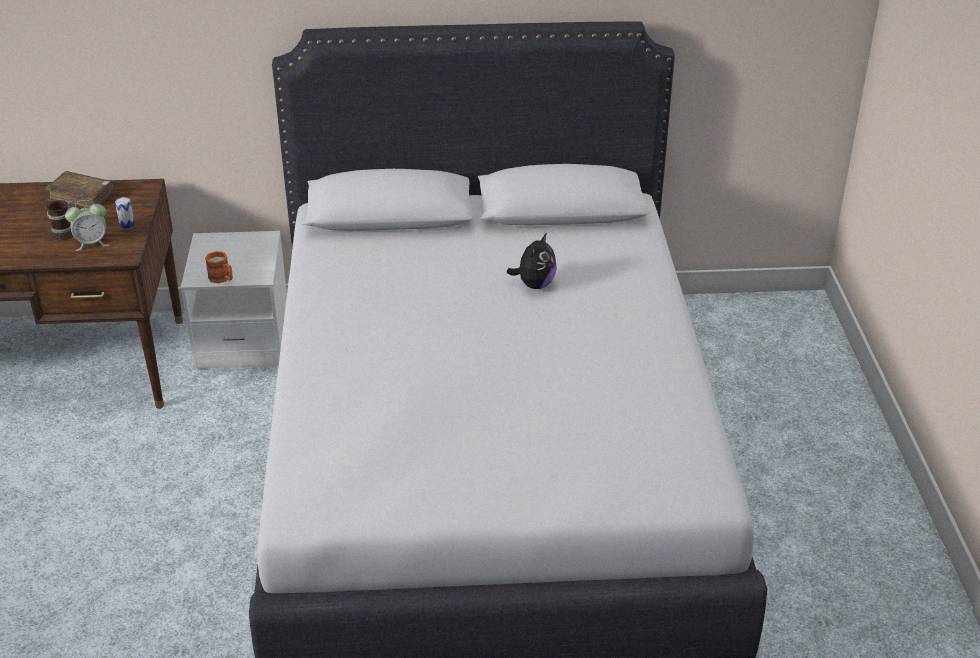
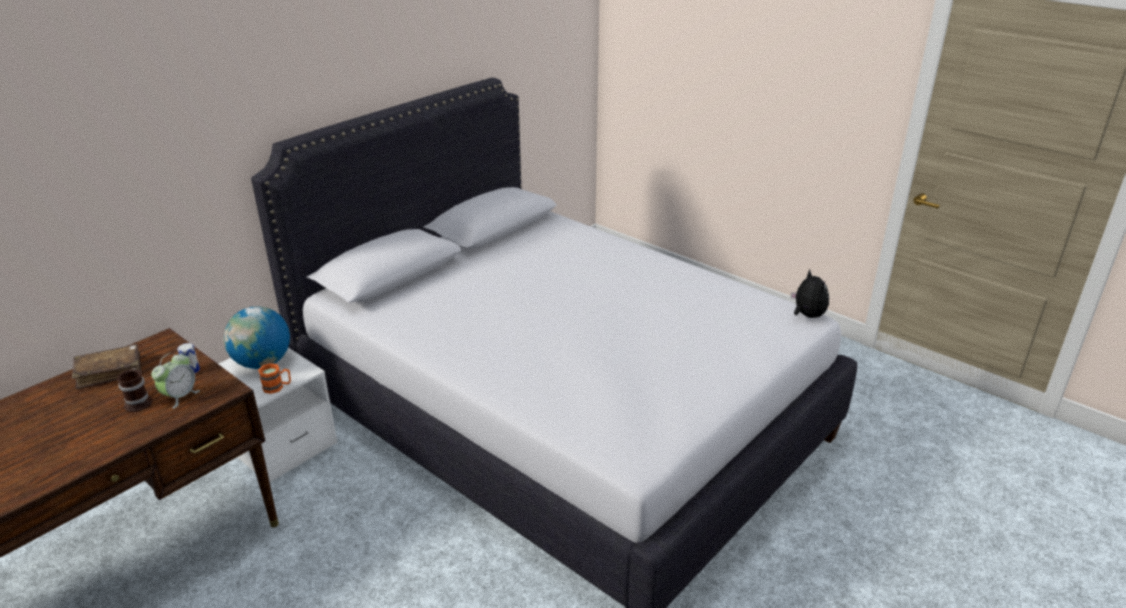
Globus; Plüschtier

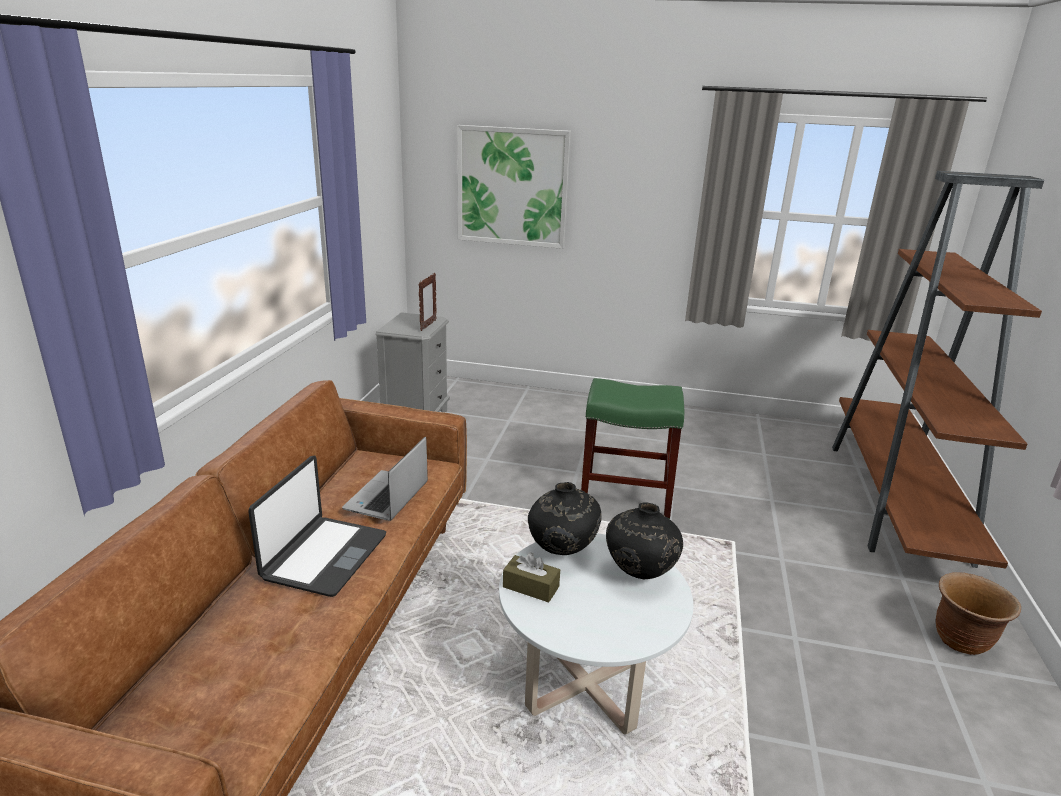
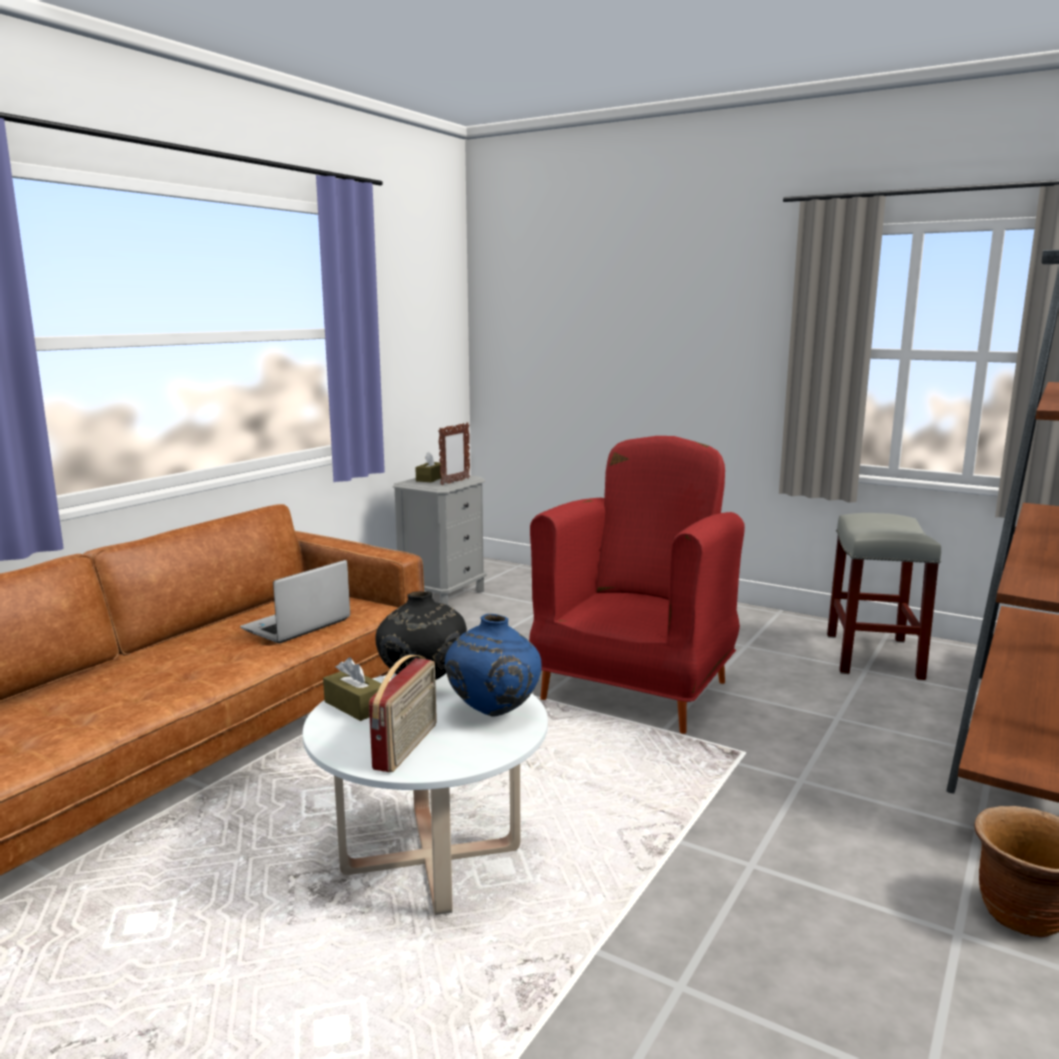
Radio; Taschentuchbox (braun) (no. 2 from left); Vase (blau); Sessel (rot); Hocker (grau); Laptop (no. 1 from left in the first image); Bild

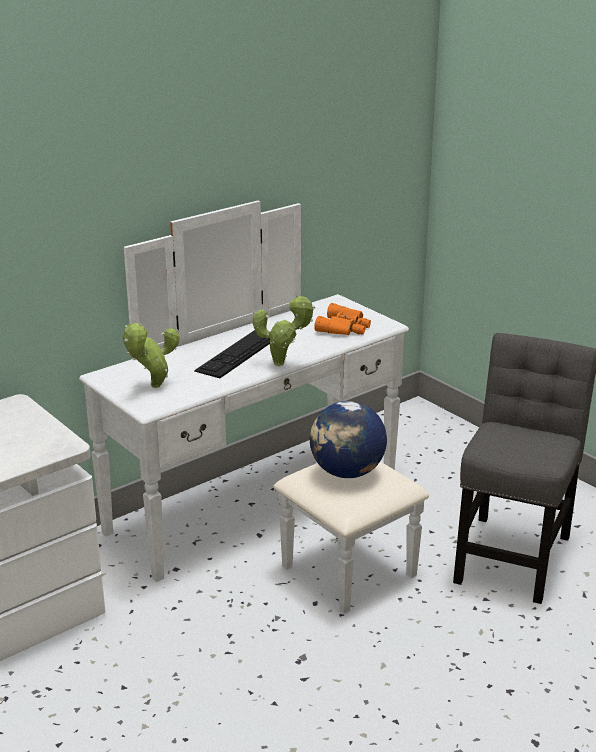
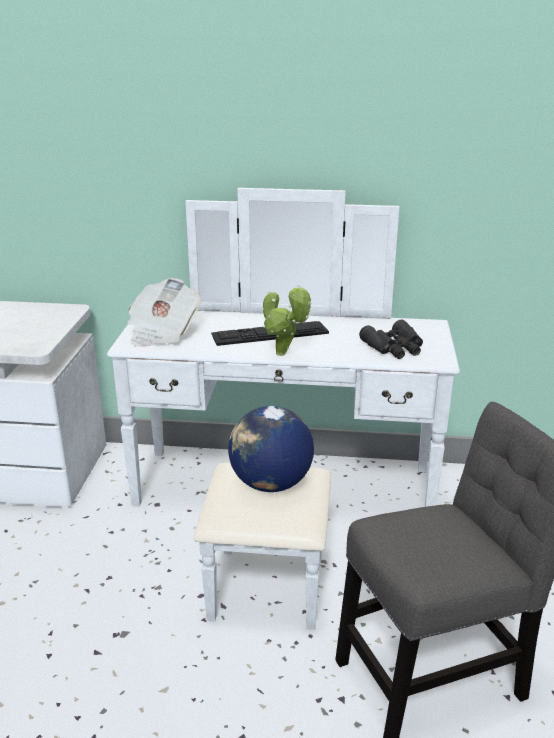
Zeitung; Fernglas (schwarz)

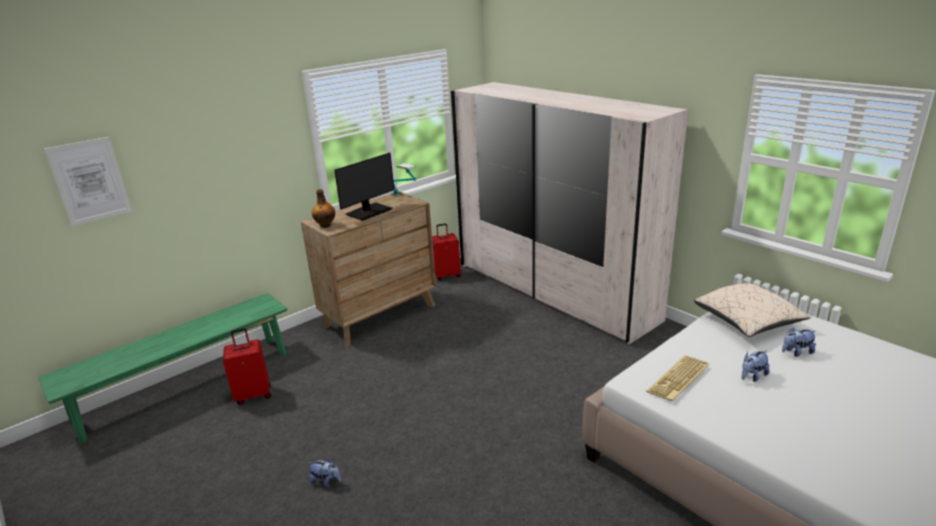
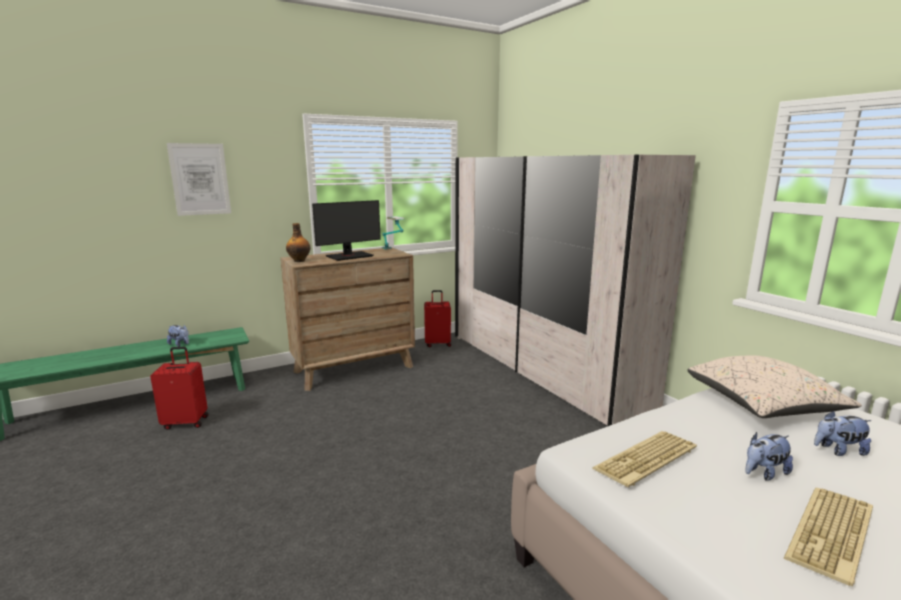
Bild; Plüschtier (no. 1 from left); Tastatur (no. 2 from left)

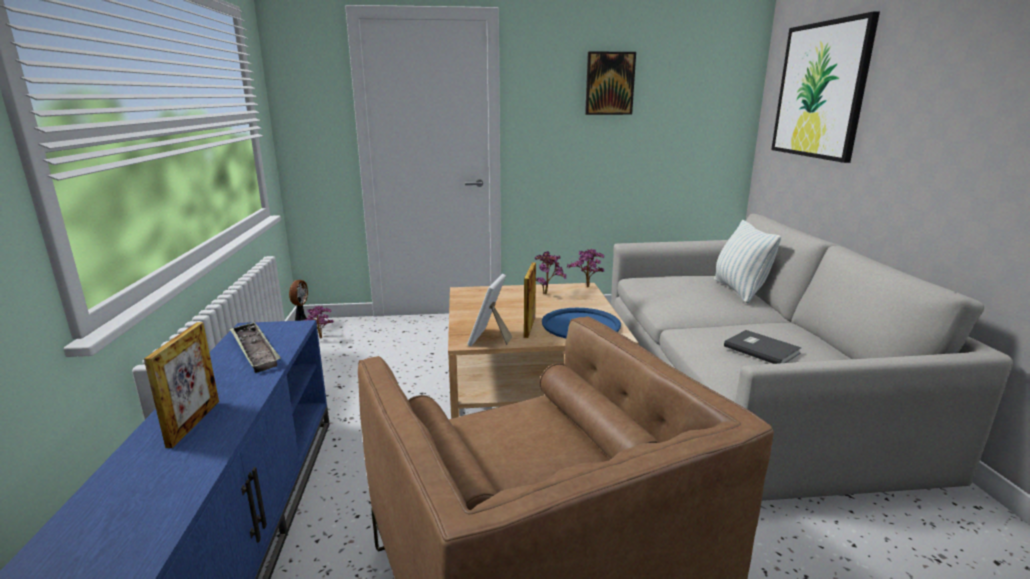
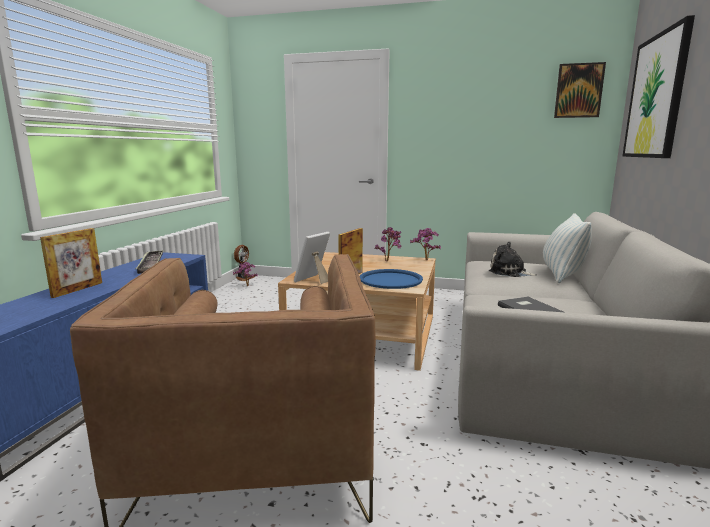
Plüschtier; Bild (no. 1 from left)

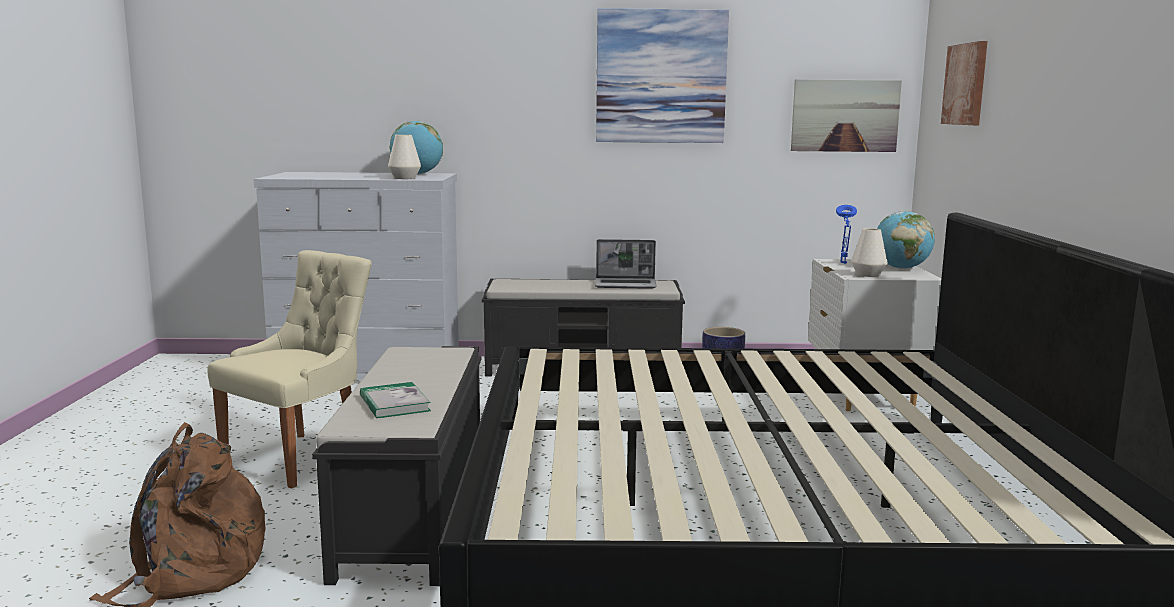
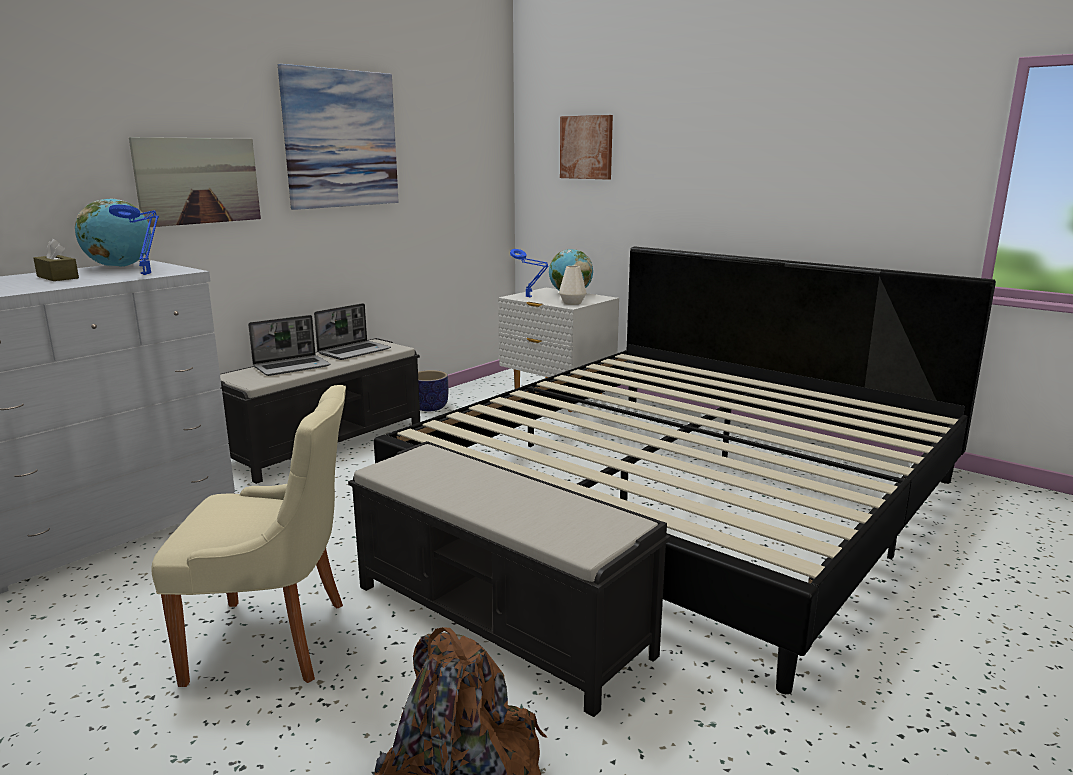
Taschentuchbox (braun); Tischlampe (blau) (no. 1 from left); Bild (no. 1 from left); Stuhl (beige); Laptop (no. 1 from left); Buch

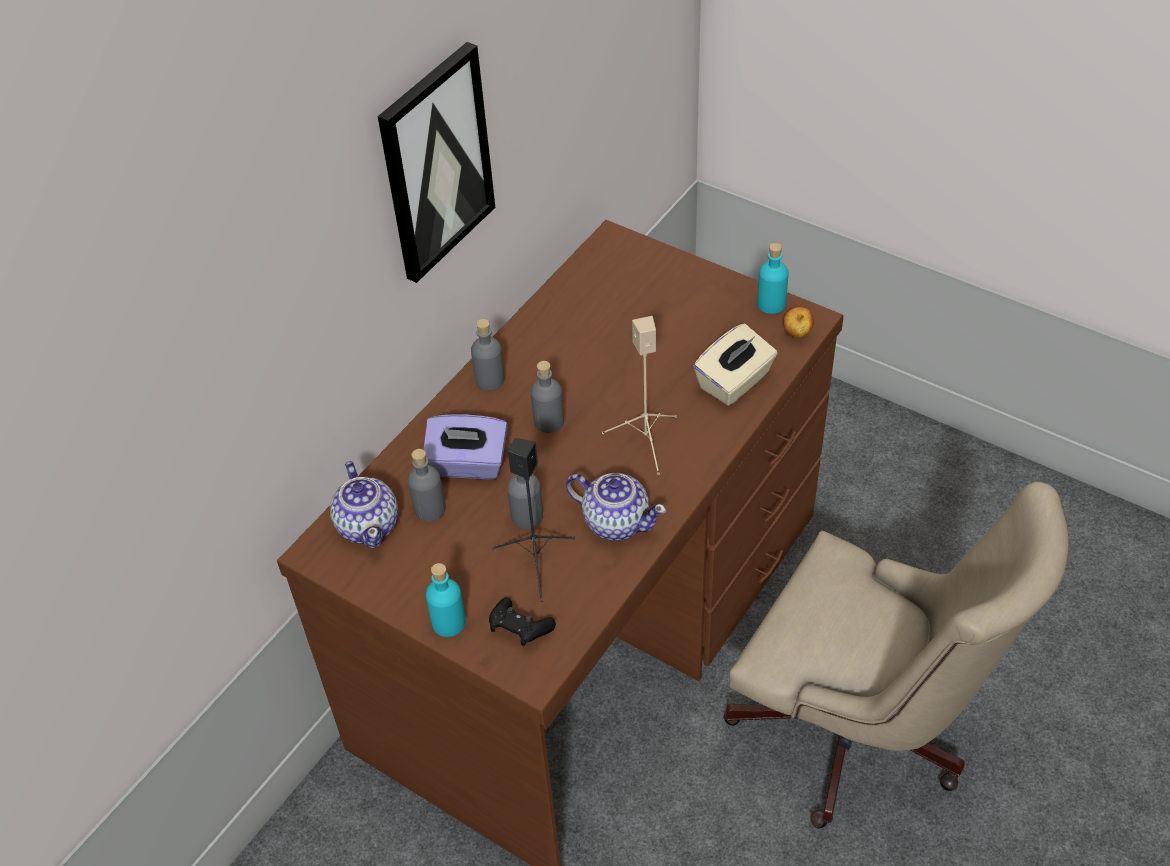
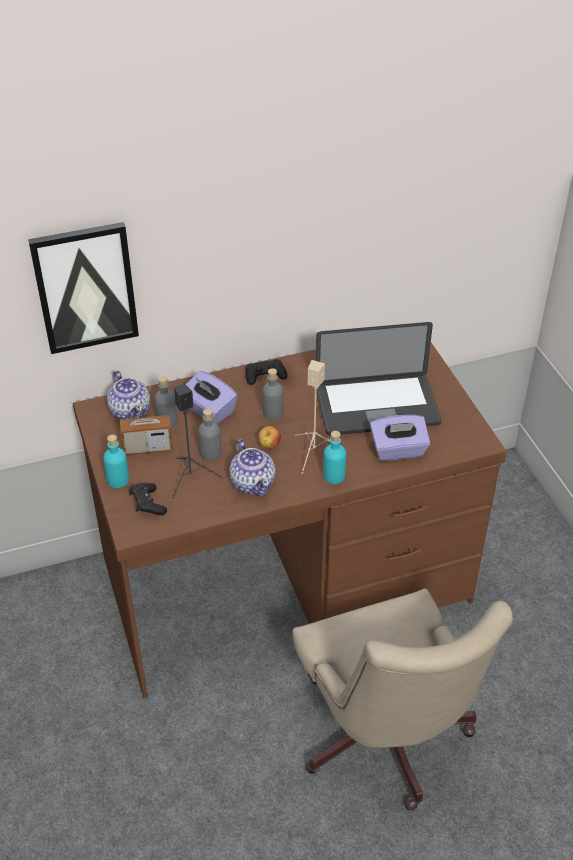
Bild; Teekanne (no. 1 from left); Radio; Gamepad (schwarz) (no. 2 from left); Apfel; Laptop; Flasche (türkis) (no. 2 from left); Taschentuchbox (lila) (no. 2 from left)

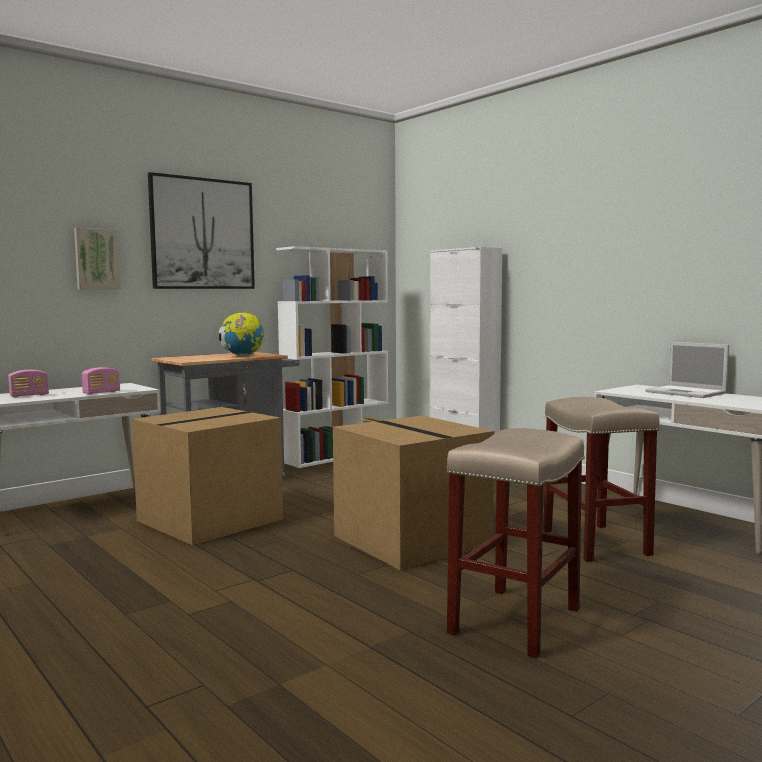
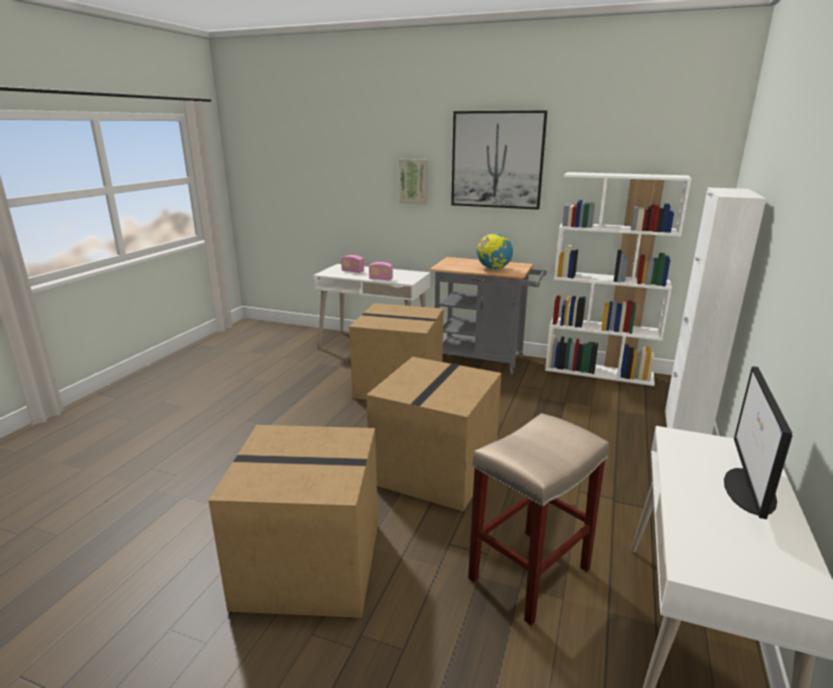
Karton (no. 1 from left); Monitor

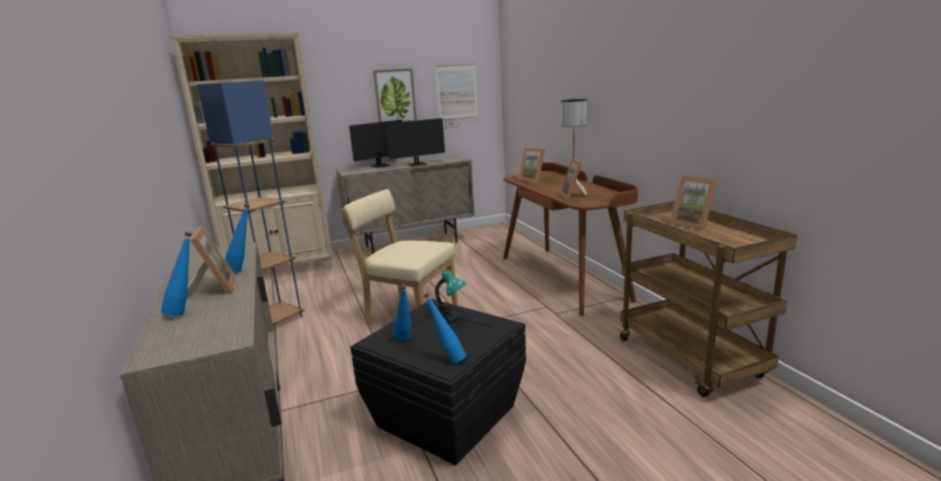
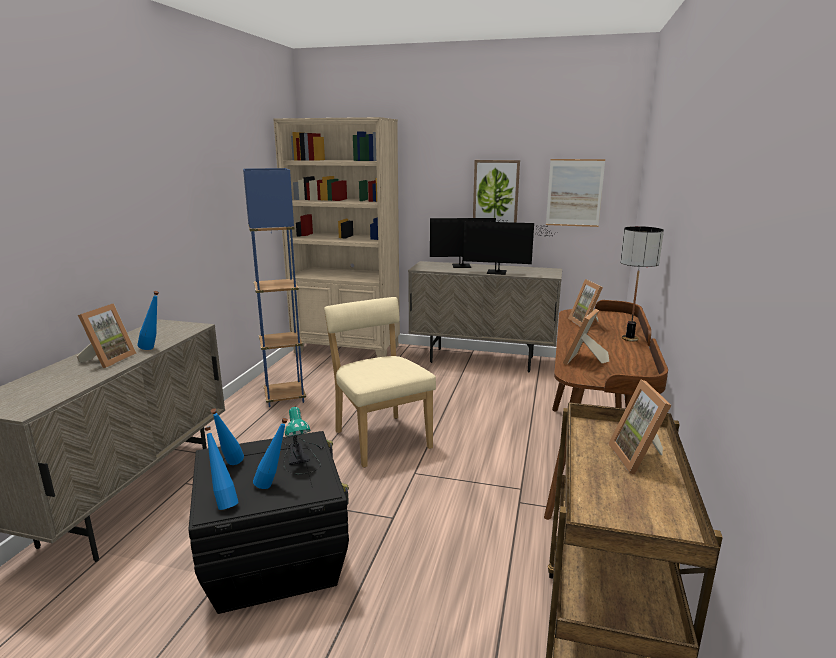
Flasche (blau) (no. 4 from left)

